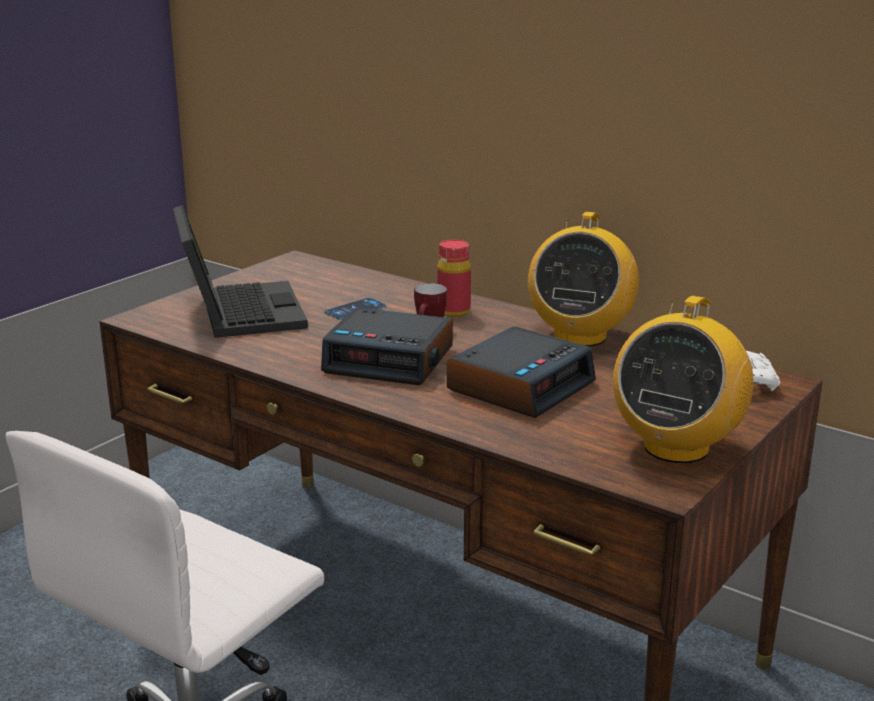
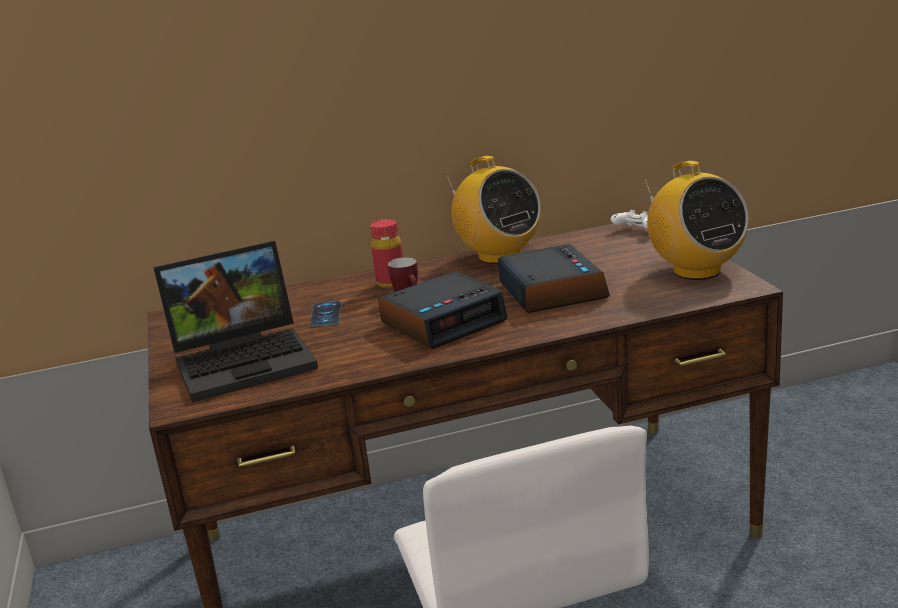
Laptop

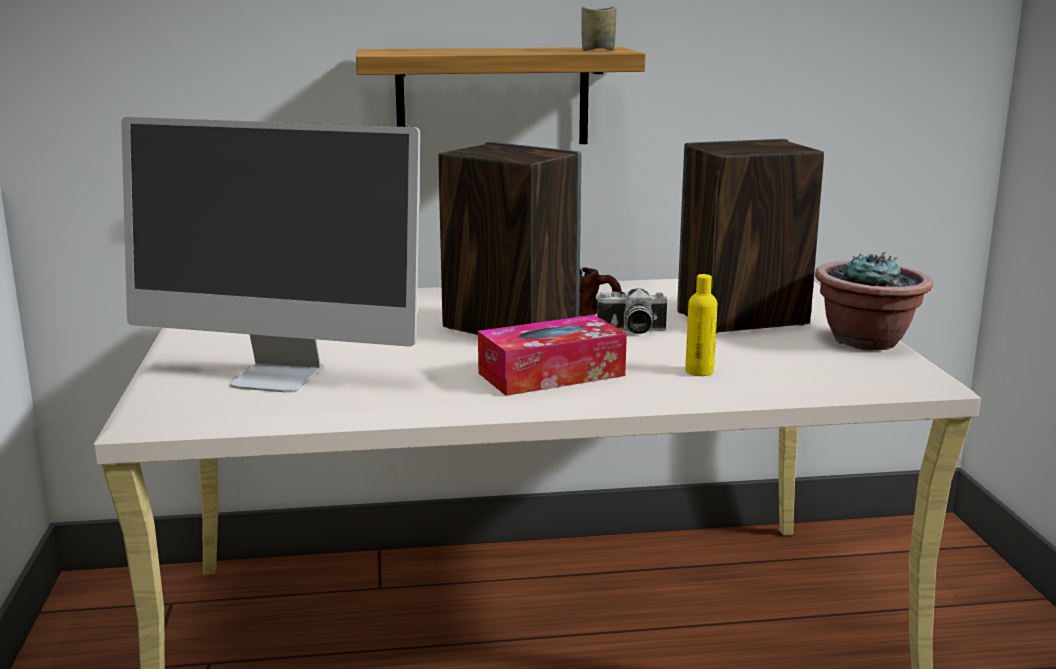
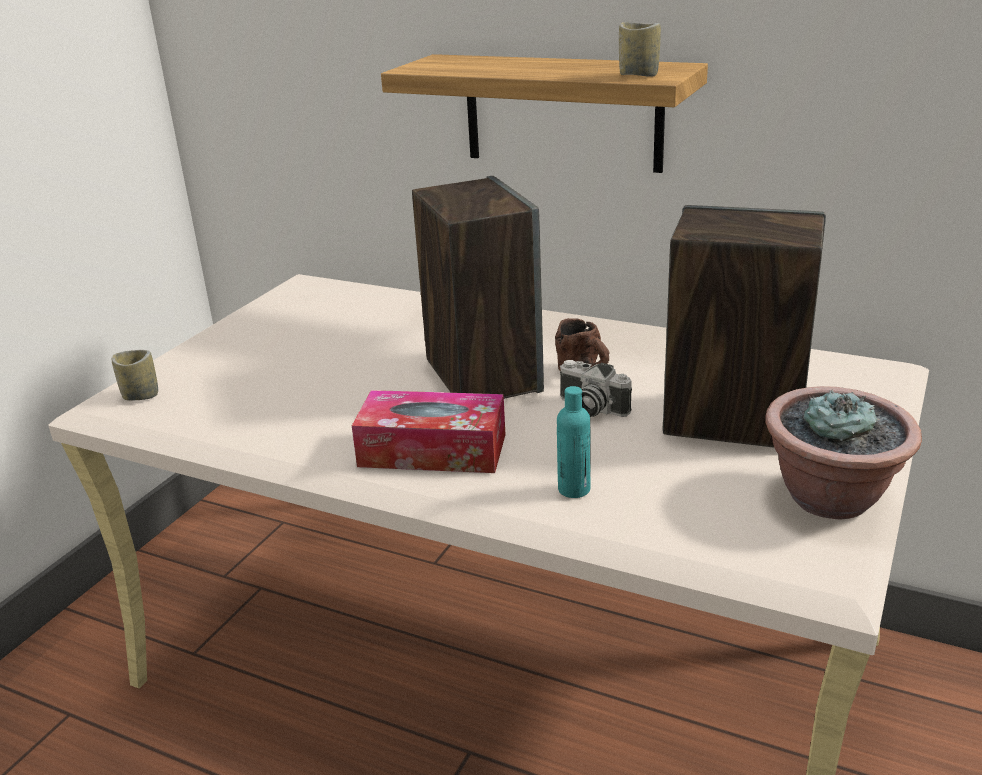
Tasse (no. 1 from left); Flasche (türkis); Monitor

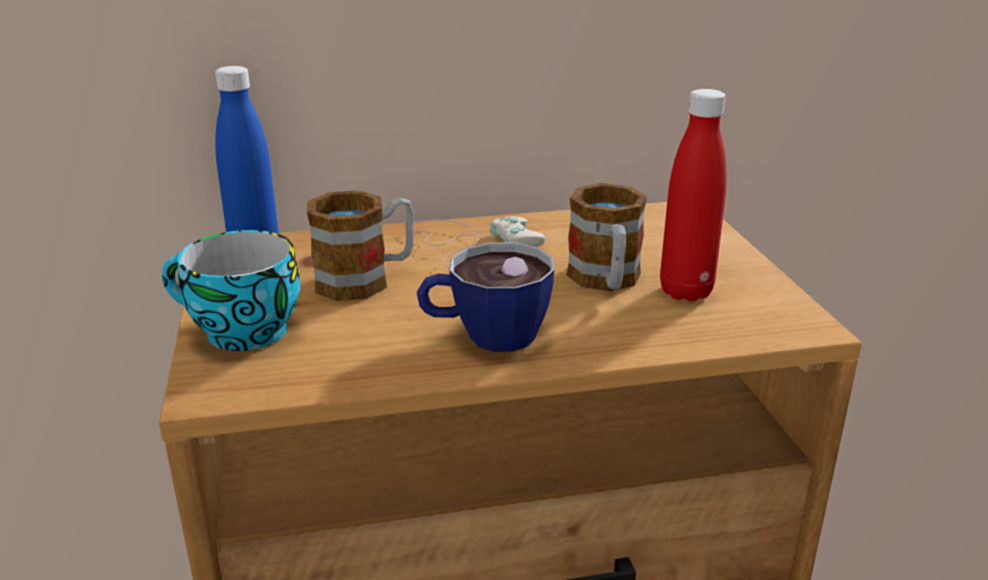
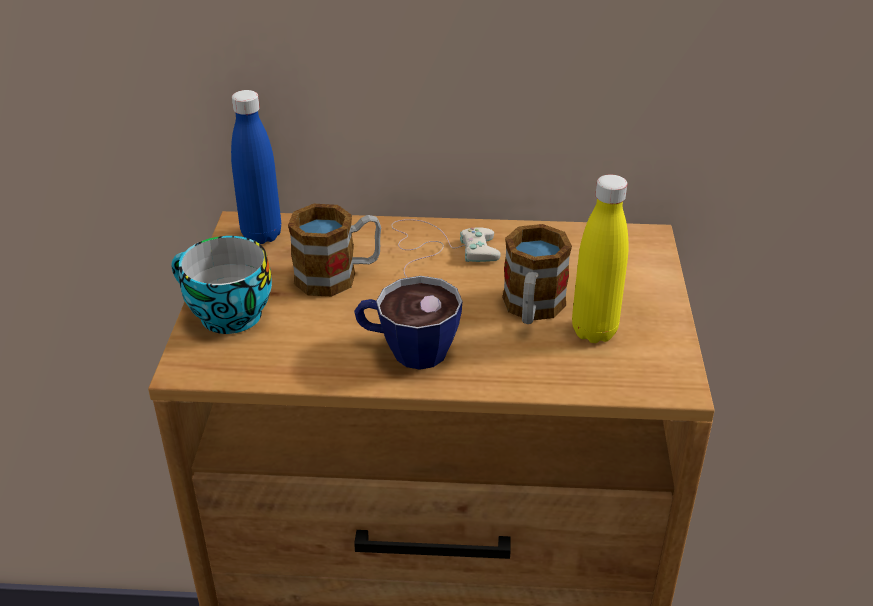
Flasche (gelb)

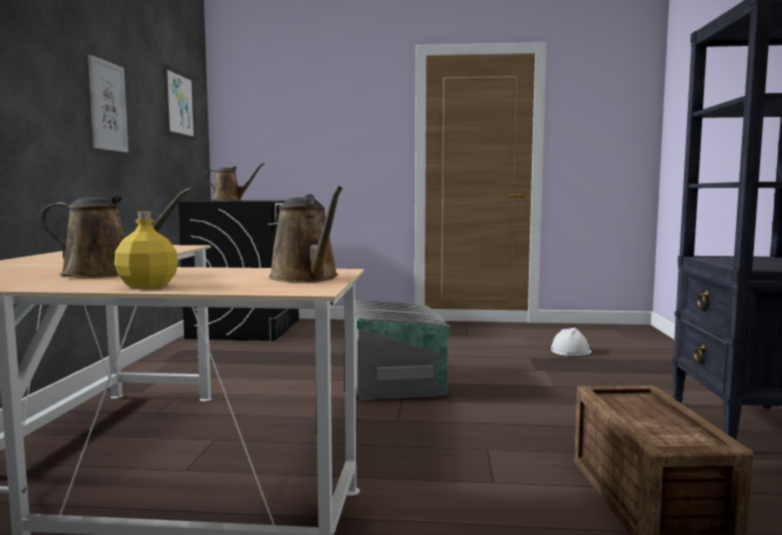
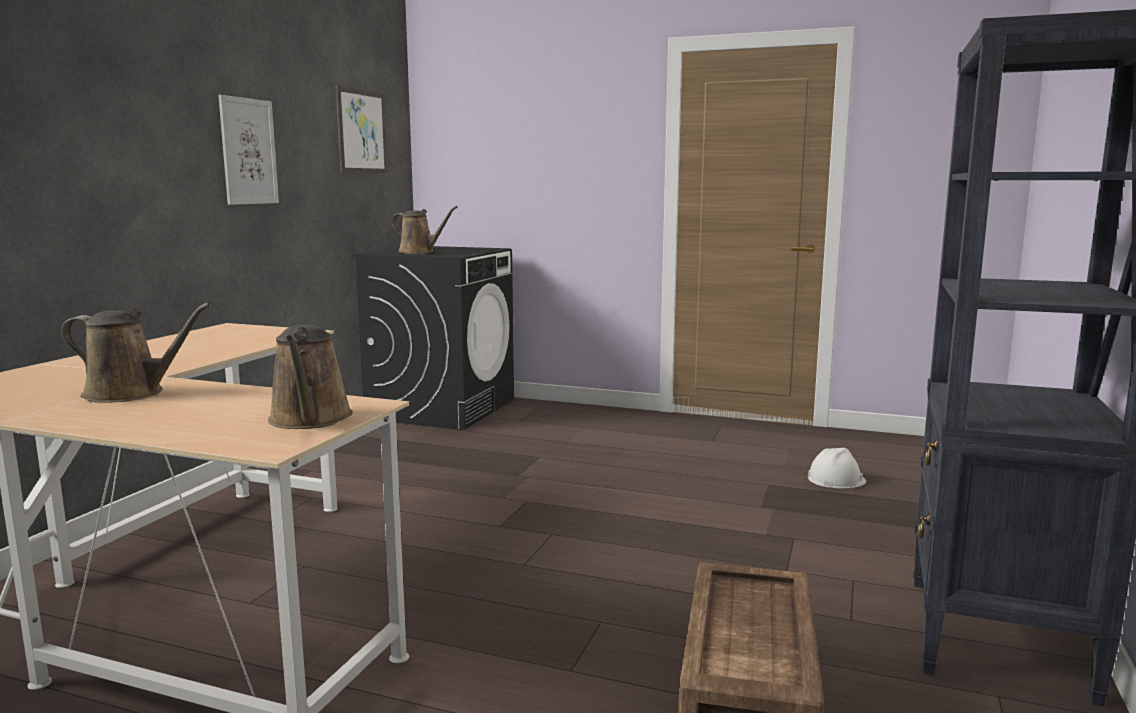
Flasche (gelb); Aufbewahrungsbox (grau)

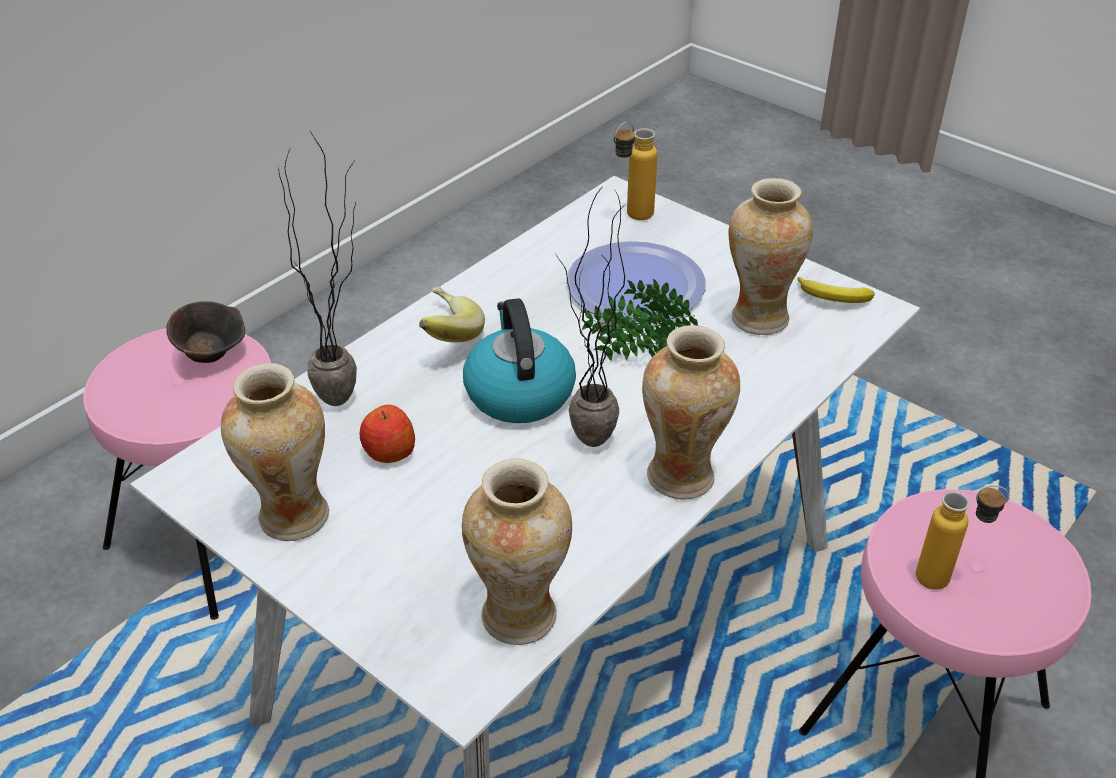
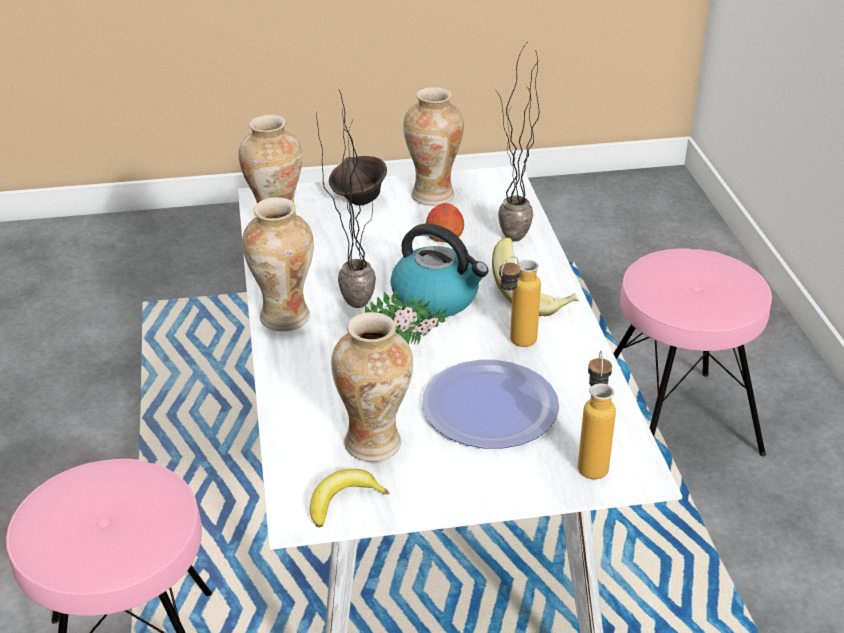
Schüssel (braun); Flasche (no. 1 from left)

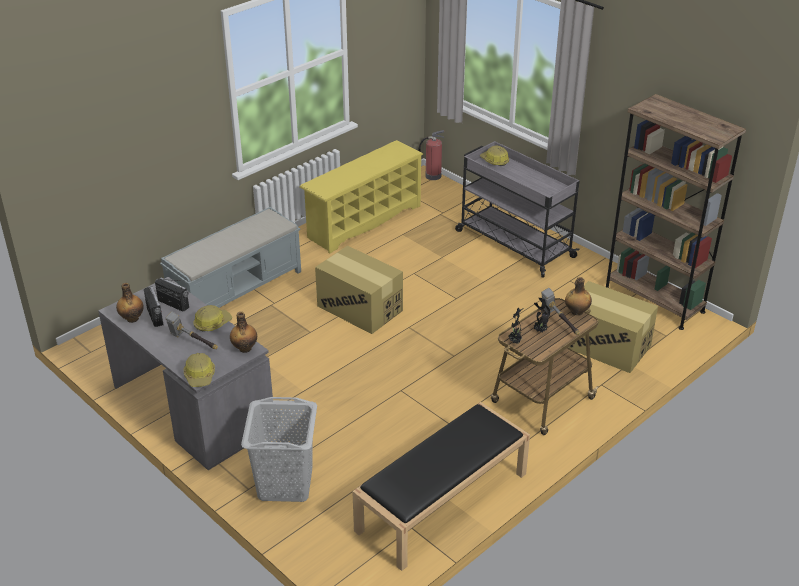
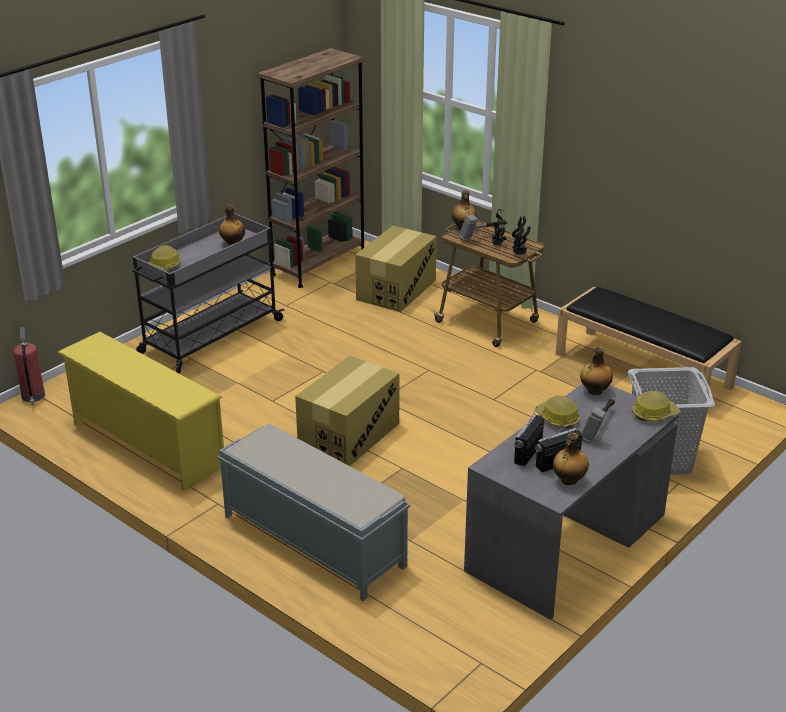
Flasche (no. 1 from left)

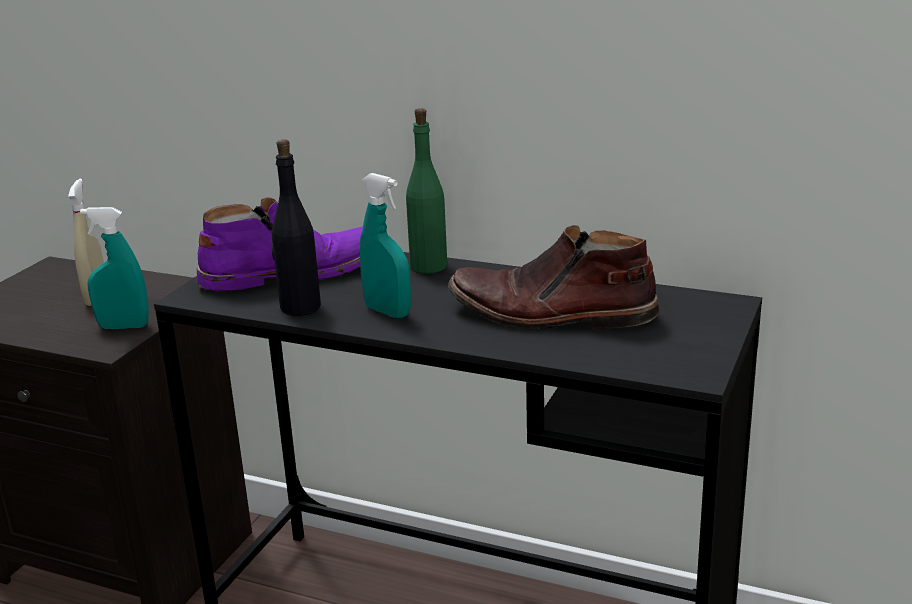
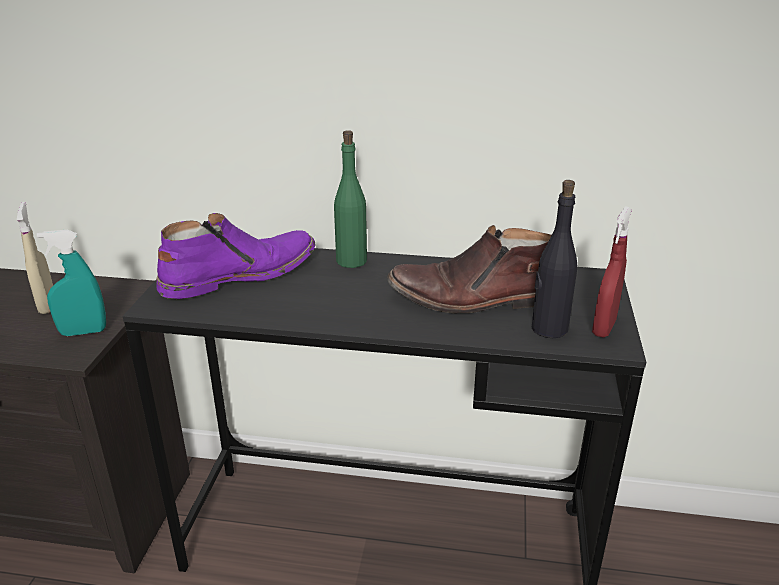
Flasche (schwarz); Sprühflasche (rot); Sprühflasche (türkis) (no. 2 from left in the first image)

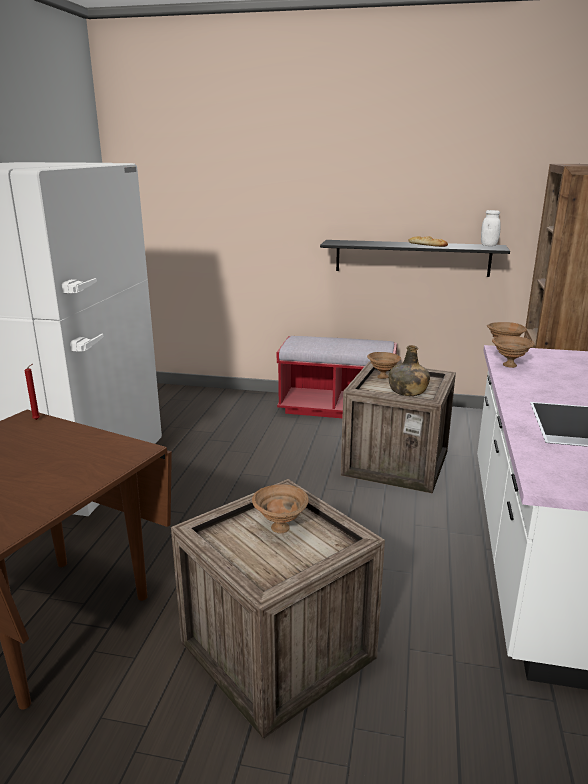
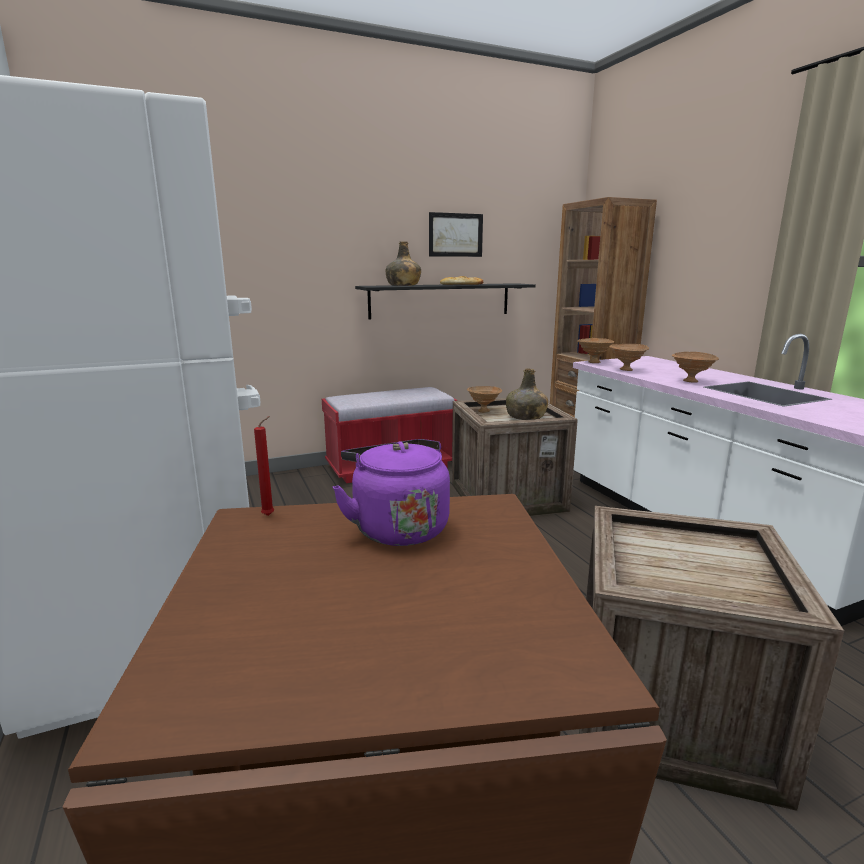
Wasserkessel (lila); Flasche (grün) (no. 1 from left); Bild; Schüssel (braun) (no. 4 from left); Vorratsglas (weiß)

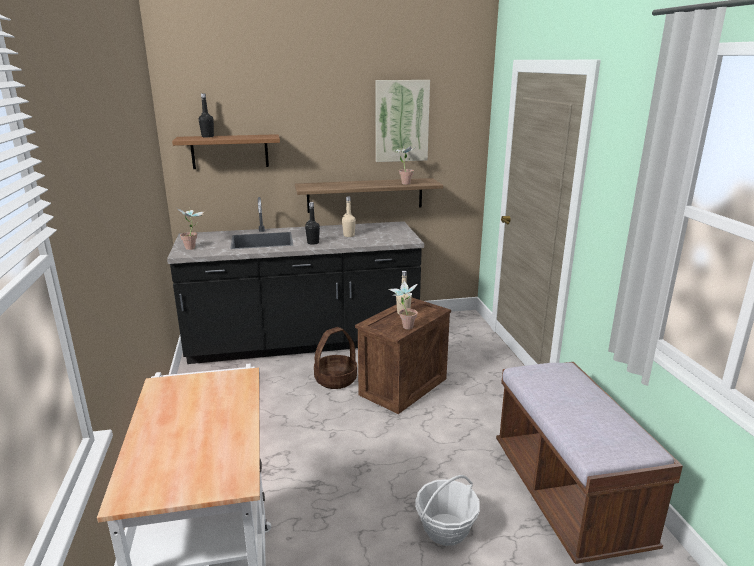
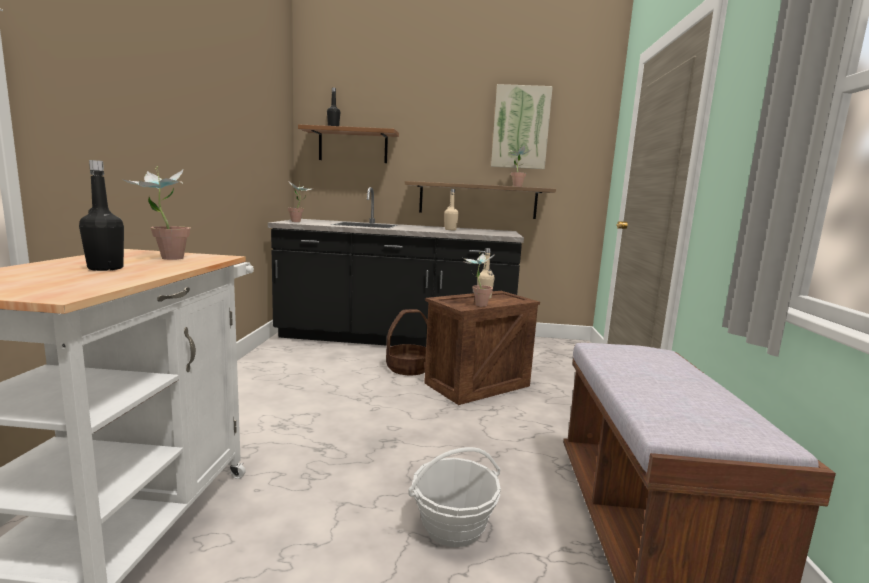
Flasche (schwarz) (no. 1 from left); Topfpflanze (no. 1 from left)

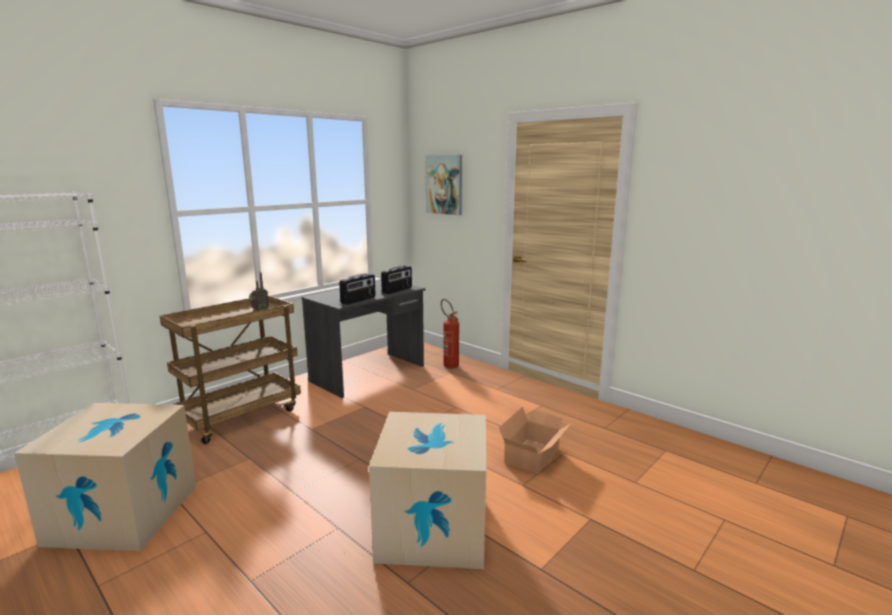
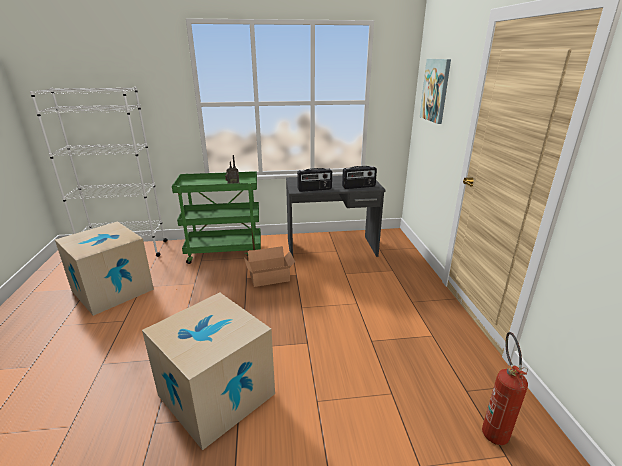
Rollwagen (grün); Karton (no. 3 from left); Feuerlöscher

